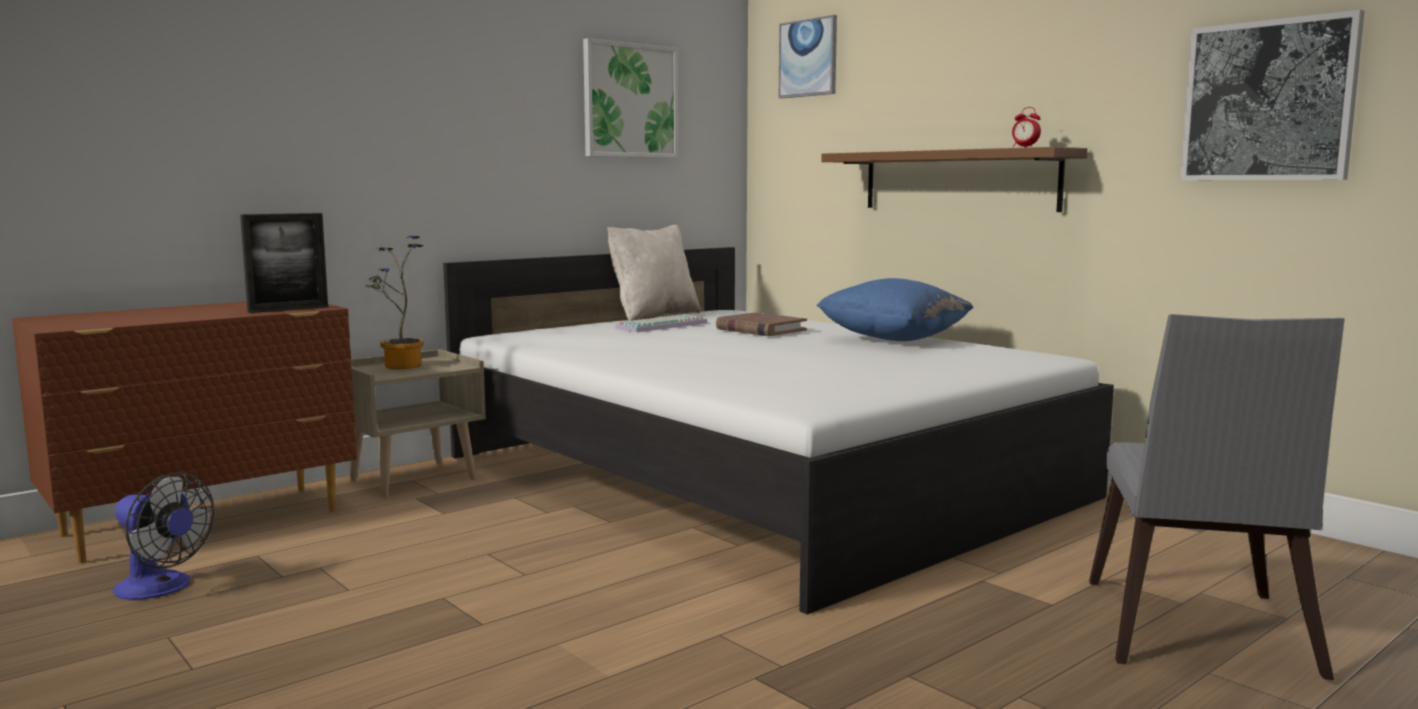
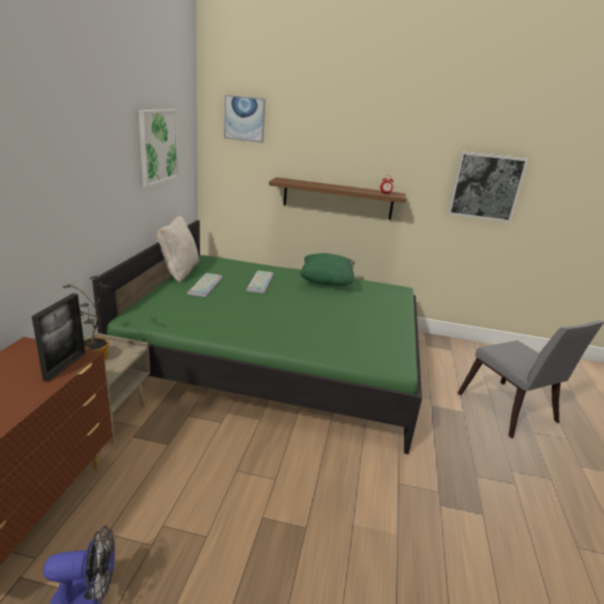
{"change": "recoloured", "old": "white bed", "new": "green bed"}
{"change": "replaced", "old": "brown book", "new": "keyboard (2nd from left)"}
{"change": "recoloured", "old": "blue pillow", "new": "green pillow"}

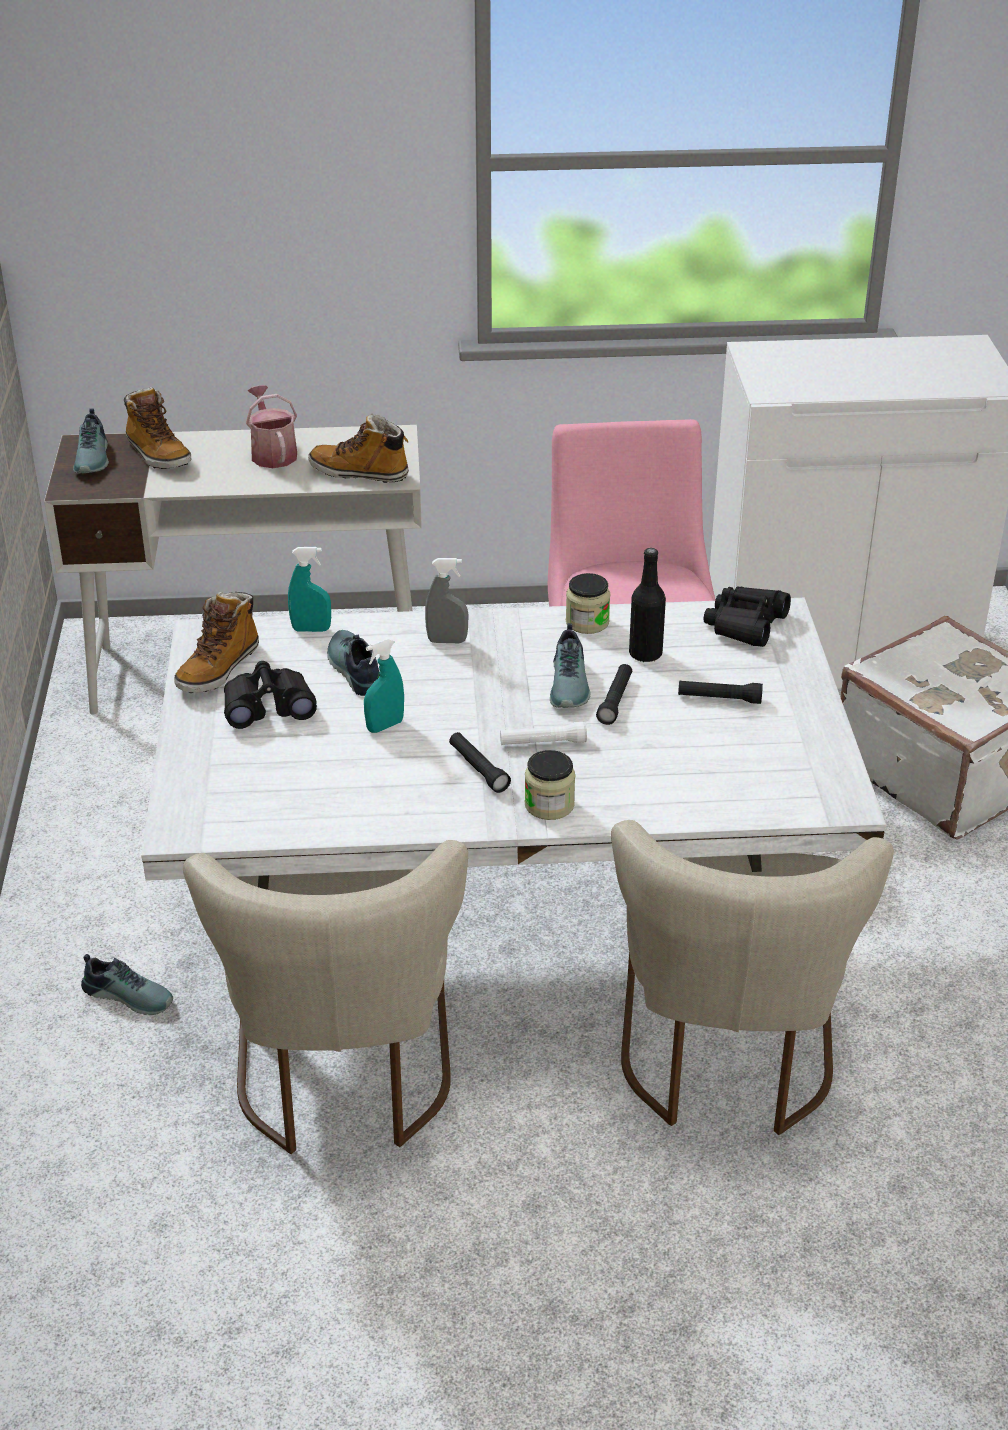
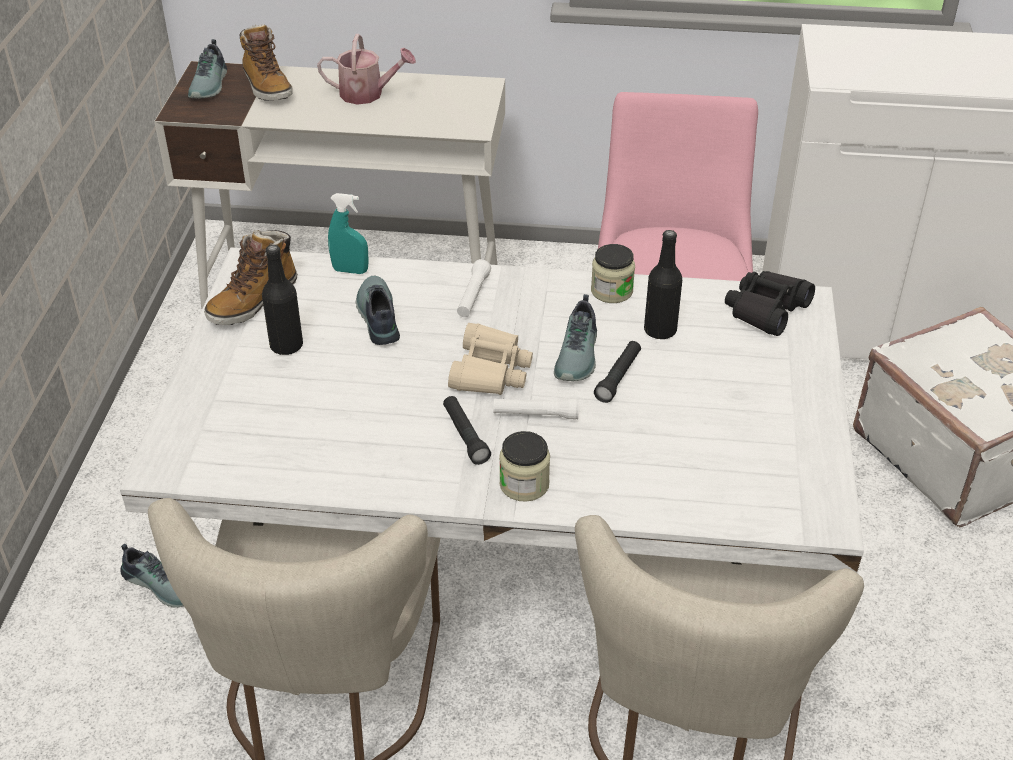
{"change": "replaced", "old": "black binoculars (1st from left)", "new": "black bottle (1st from left)"}
{"change": "turned", "old": "watering can", "degrees": 105}
{"change": "added", "new": "beige binoculars"}
{"change": "replaced", "old": "grey spray bottle", "new": "white flashlight (1st from left)"}
{"change": "removed", "old": "boot (3rd from left)"}
{"change": "removed", "old": "turquoise spray bottle (2nd from left)"}
{"change": "removed", "old": "black flashlight (3rd from left)"}

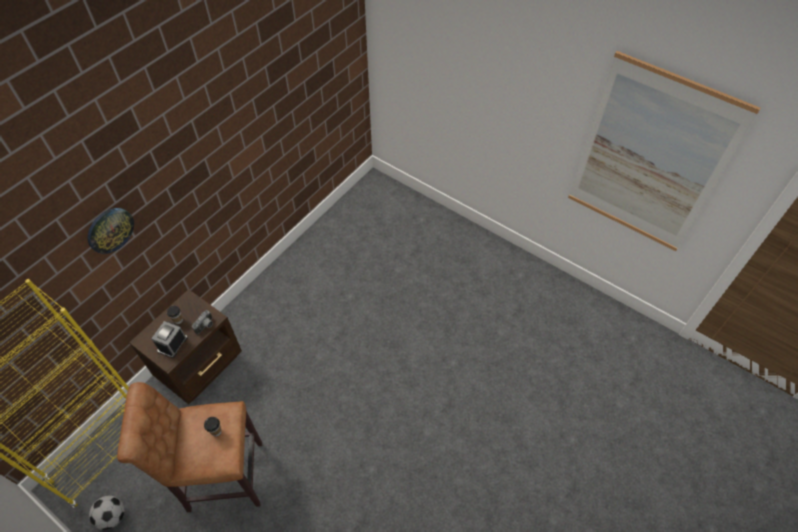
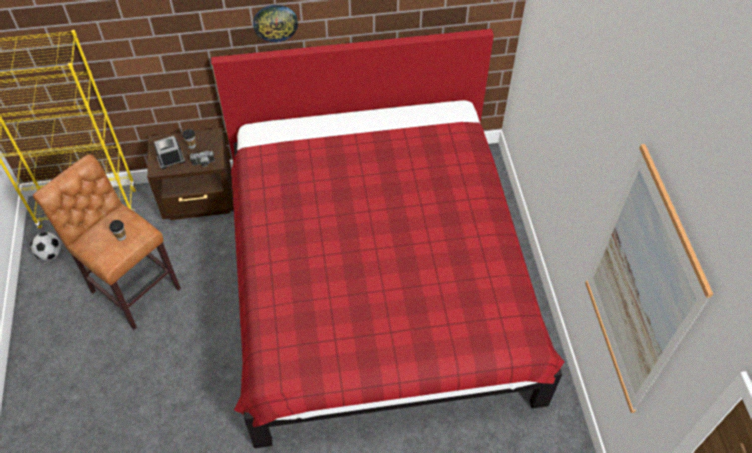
{"change": "added", "new": "red bed"}
{"change": "moved", "old": "wall clock"}

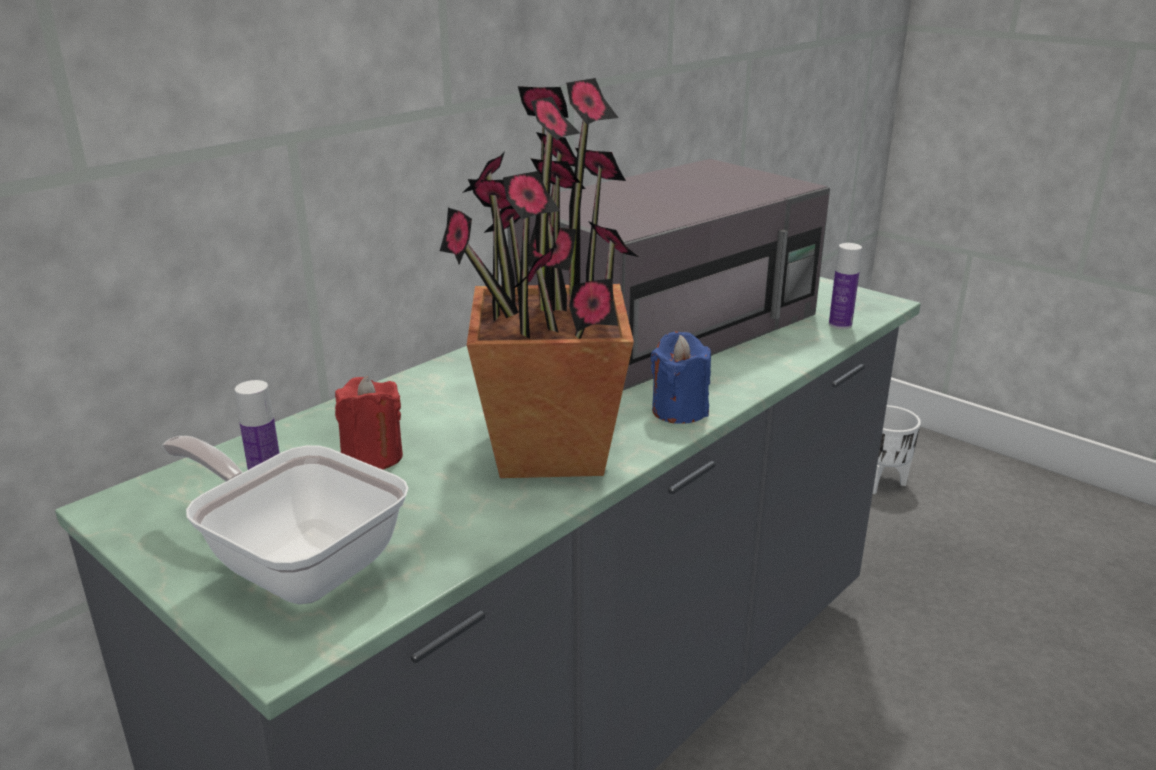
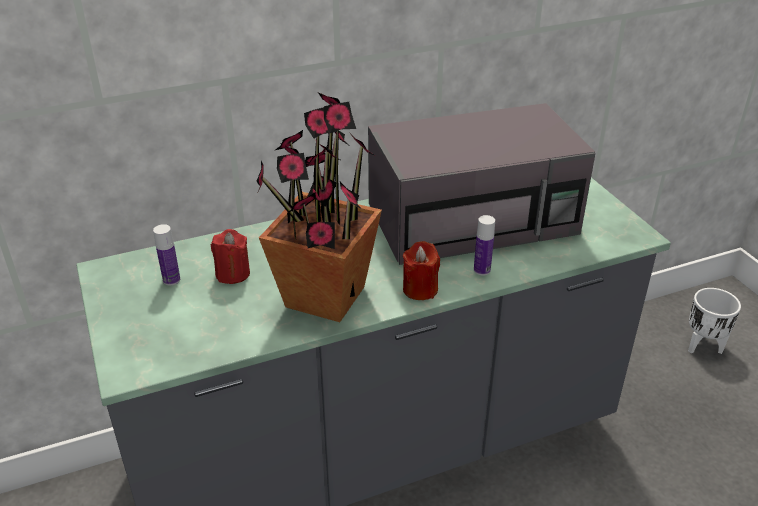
{"change": "recoloured", "old": "blue candle", "new": "red candle (2nd from left)"}
{"change": "moved", "old": "bottle (2nd from left)"}
{"change": "removed", "old": "frying pan"}

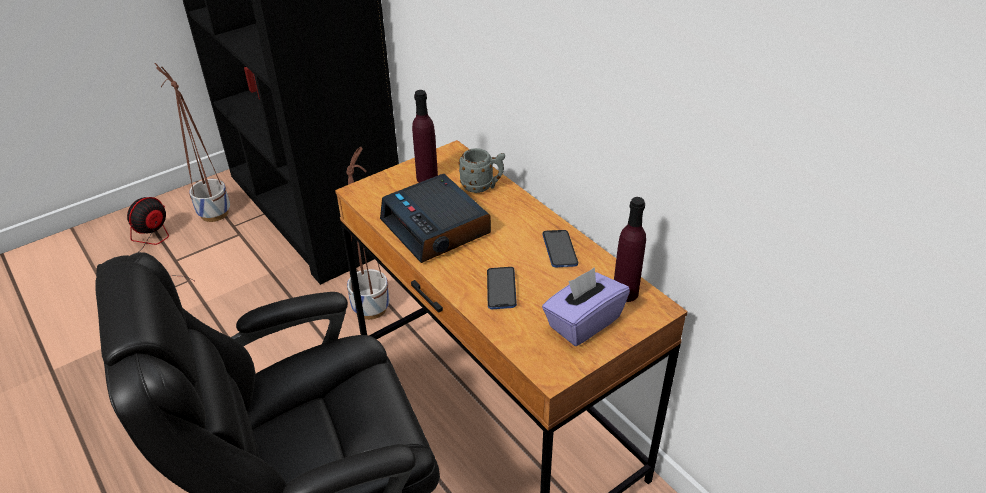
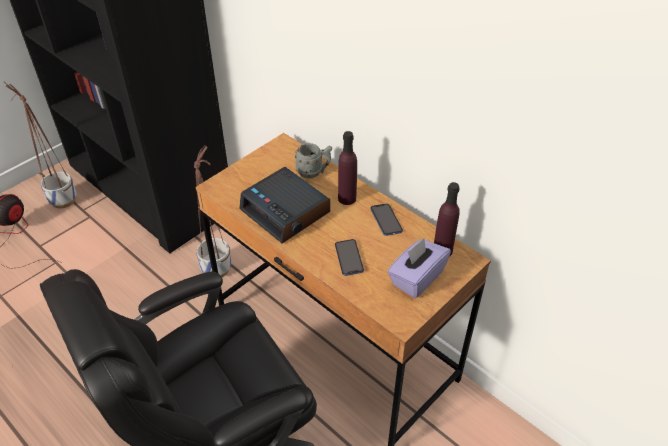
{"change": "moved", "old": "purple bottle (1st from left)"}

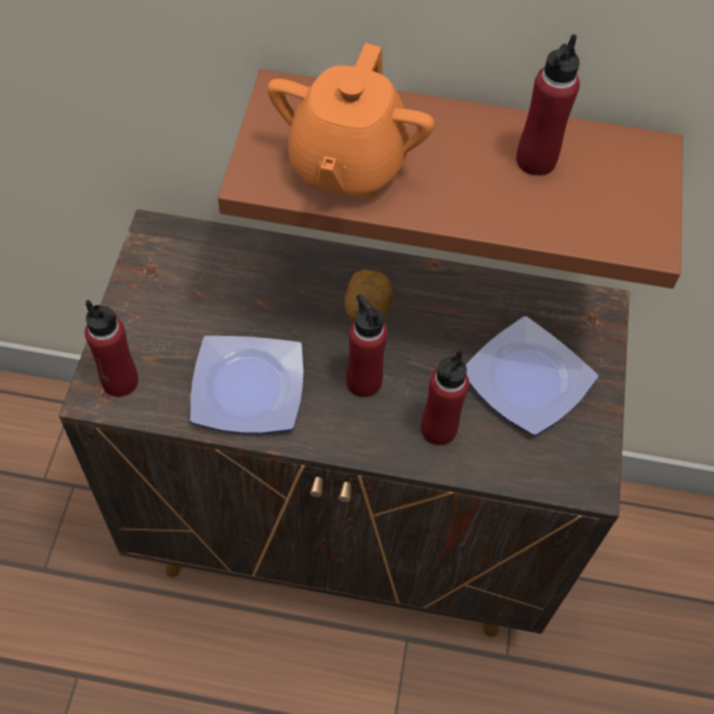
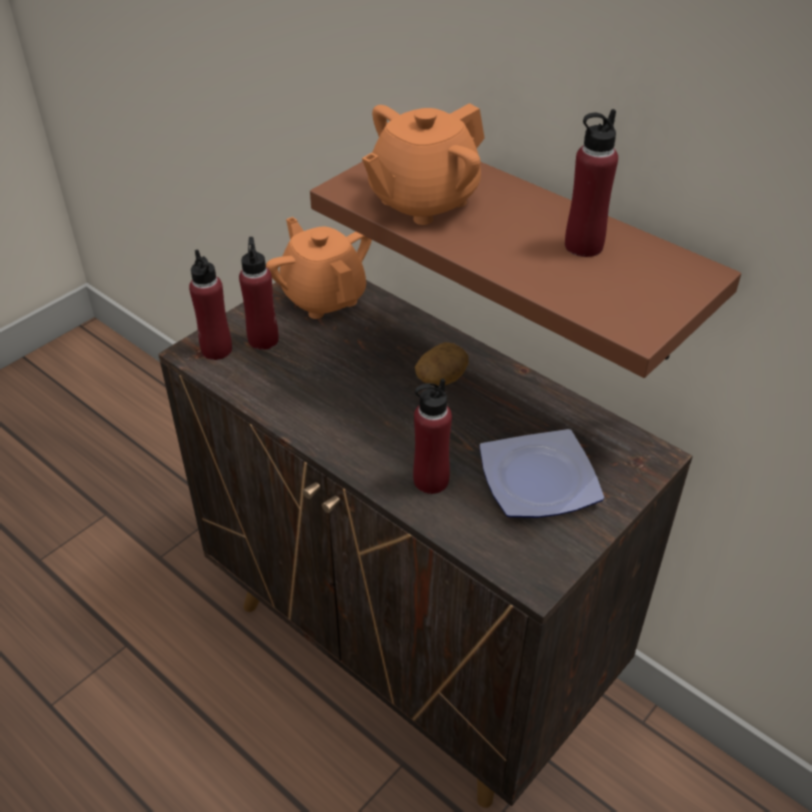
{"change": "moved", "old": "red bottle (2nd from left)"}
{"change": "added", "new": "orange teapot (1st from left)"}
{"change": "removed", "old": "plate (1st from left)"}

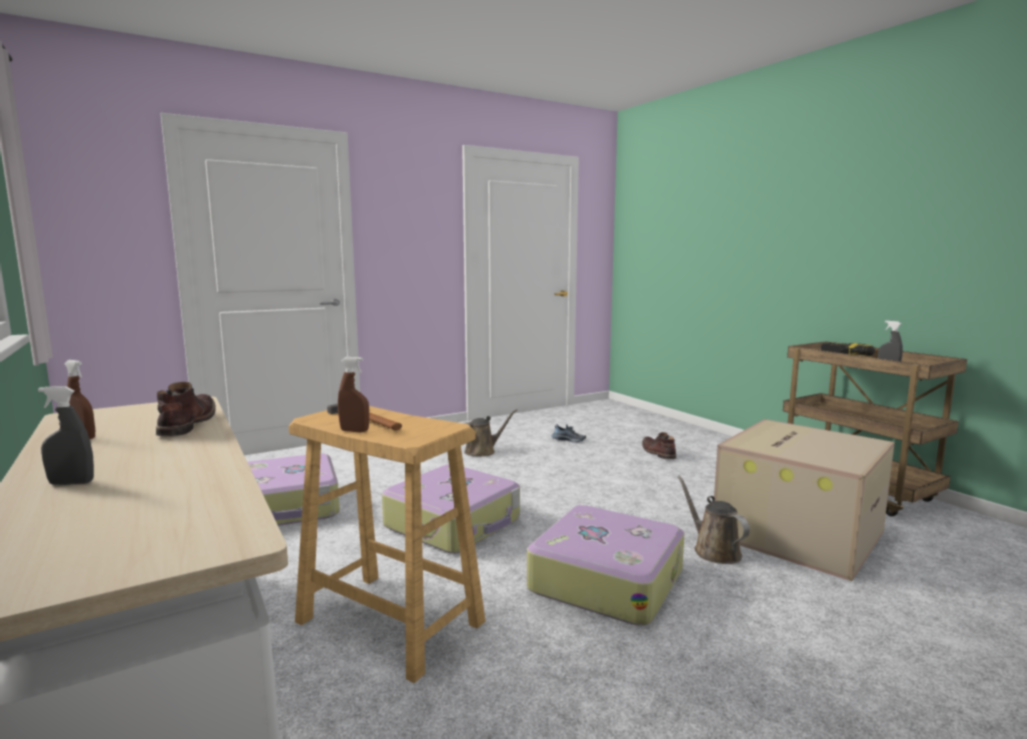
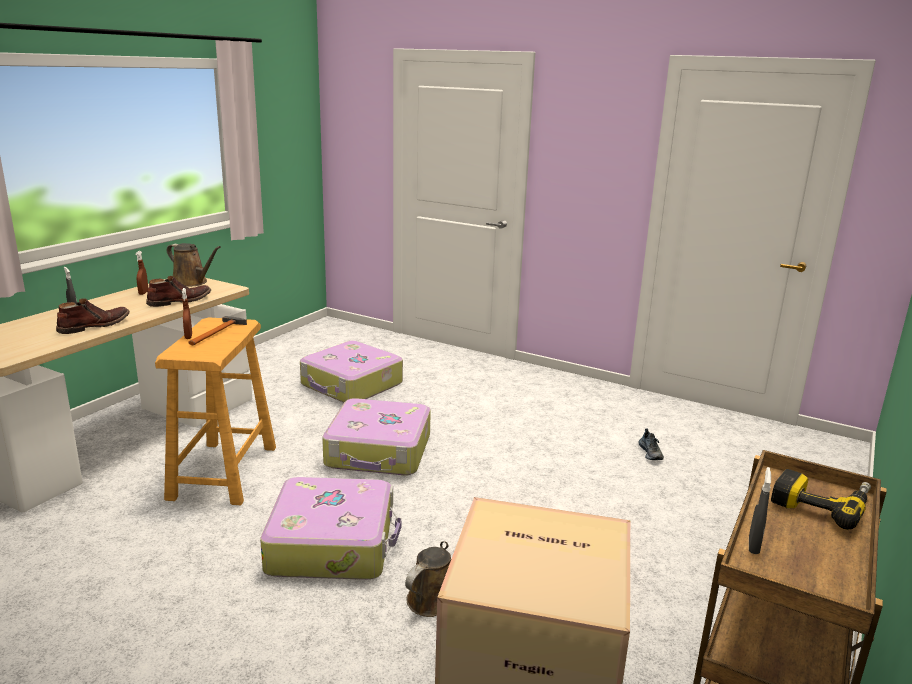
{"change": "moved", "old": "brown boot (2nd from left in the first image)", "new": "brown boot (1st from left)"}
{"change": "moved", "old": "brown watering can (1st from left)"}

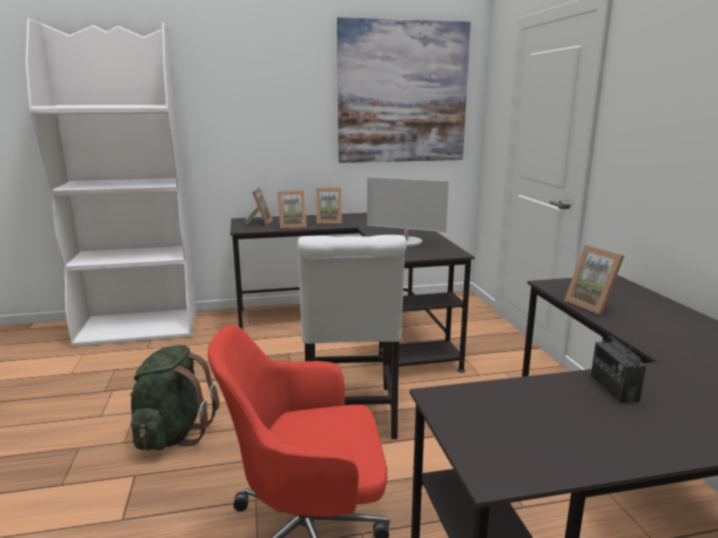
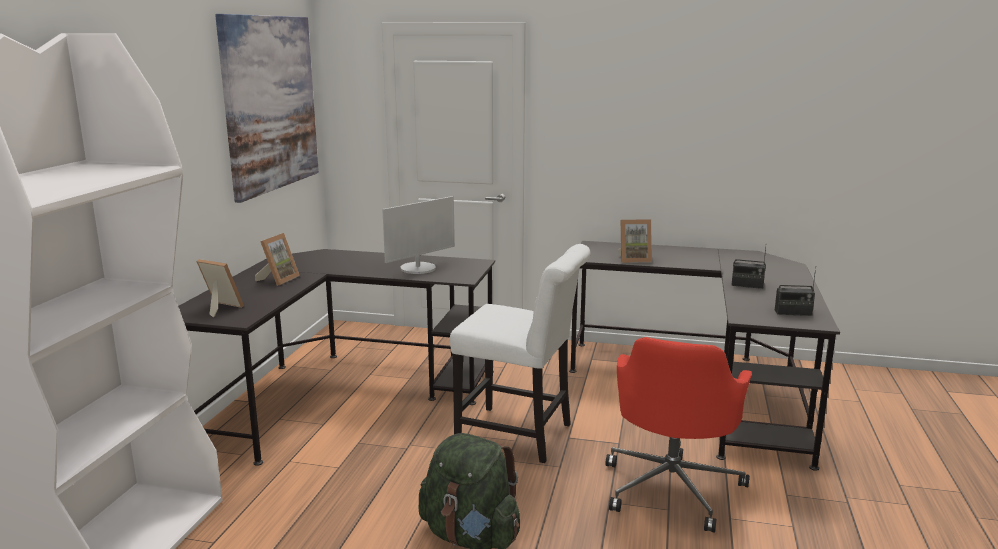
{"change": "added", "new": "radio (2nd from left)"}
{"change": "removed", "old": "picture frame (2nd from left)"}

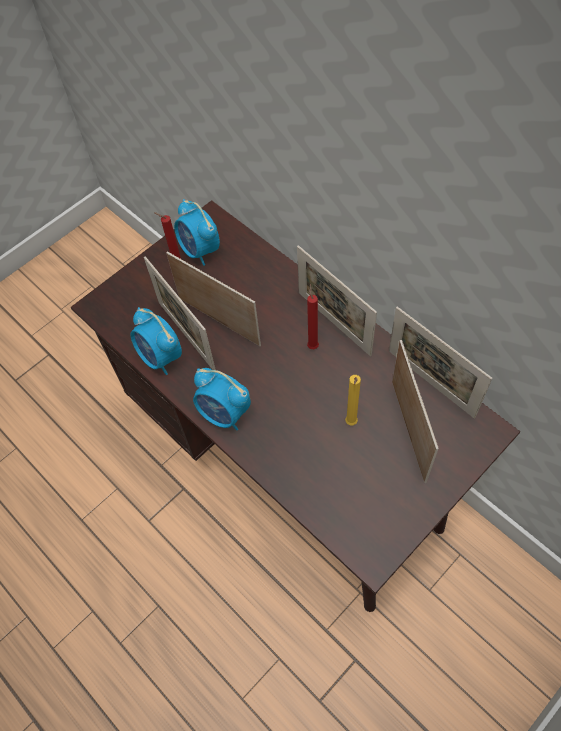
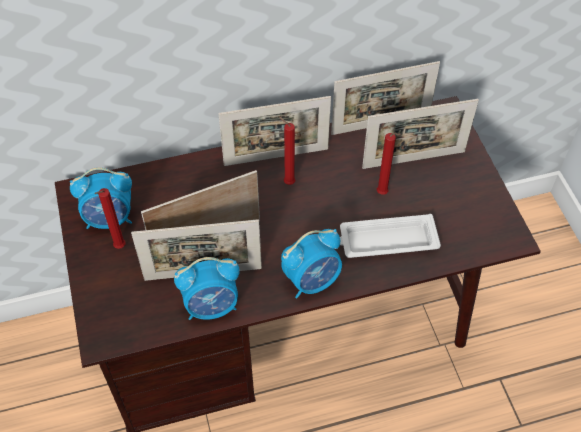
{"change": "added", "new": "white tray"}
{"change": "turned", "old": "picture frame (4th from left in the first image)", "degrees": 150}
{"change": "recoloured", "old": "yellow candle", "new": "red candle (3rd from left)"}

